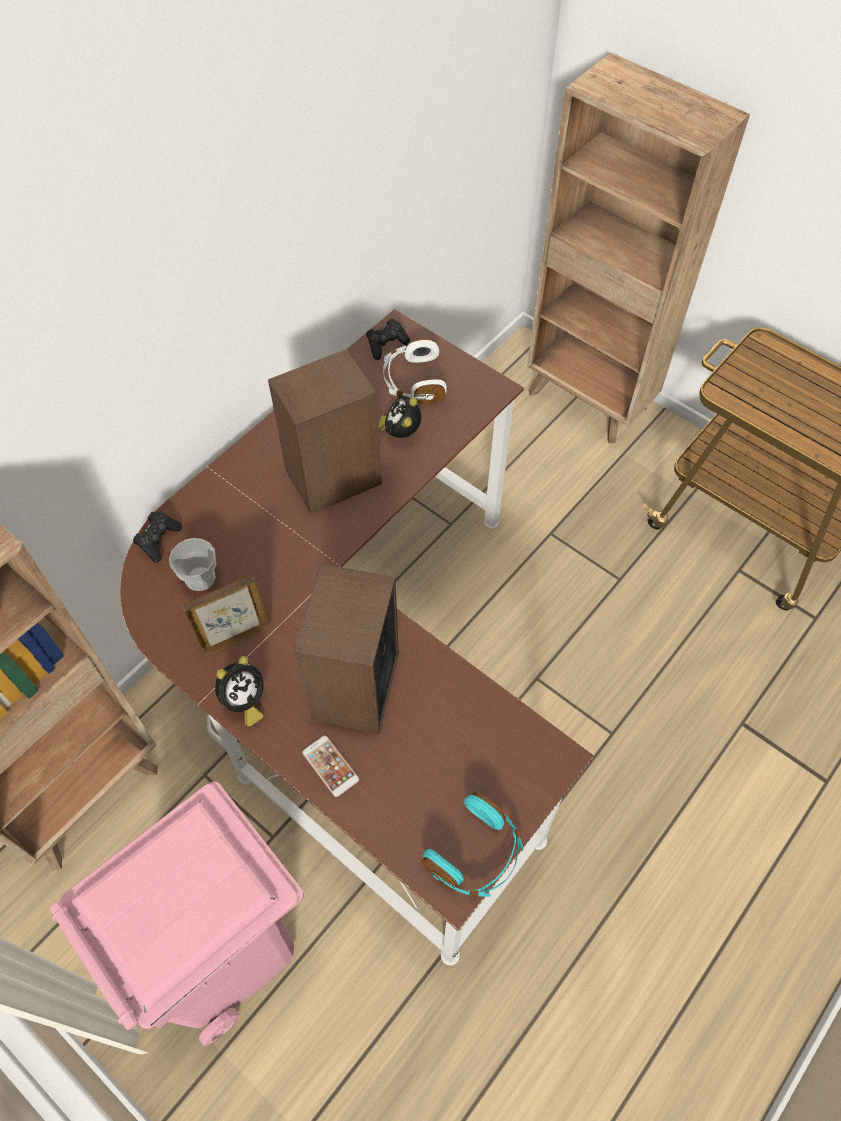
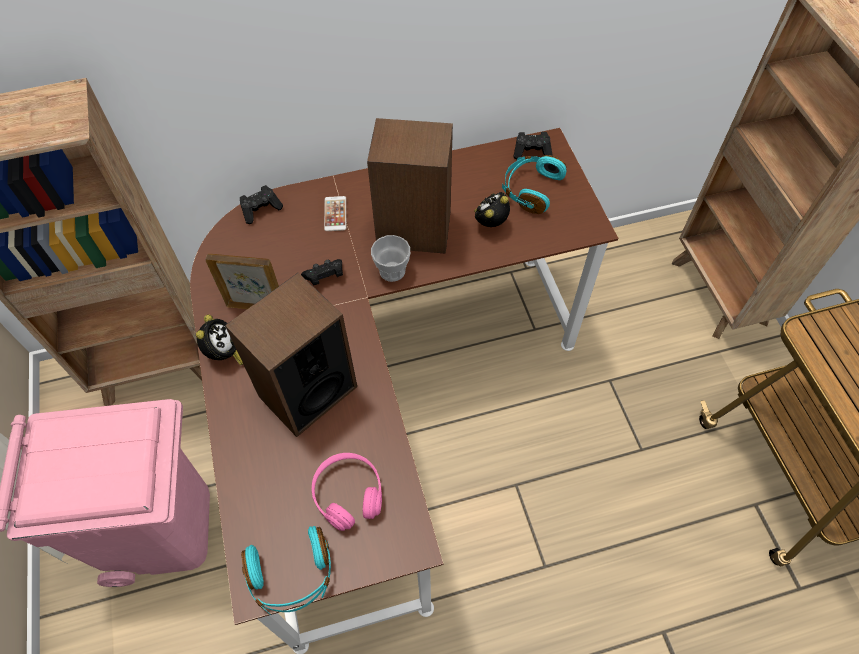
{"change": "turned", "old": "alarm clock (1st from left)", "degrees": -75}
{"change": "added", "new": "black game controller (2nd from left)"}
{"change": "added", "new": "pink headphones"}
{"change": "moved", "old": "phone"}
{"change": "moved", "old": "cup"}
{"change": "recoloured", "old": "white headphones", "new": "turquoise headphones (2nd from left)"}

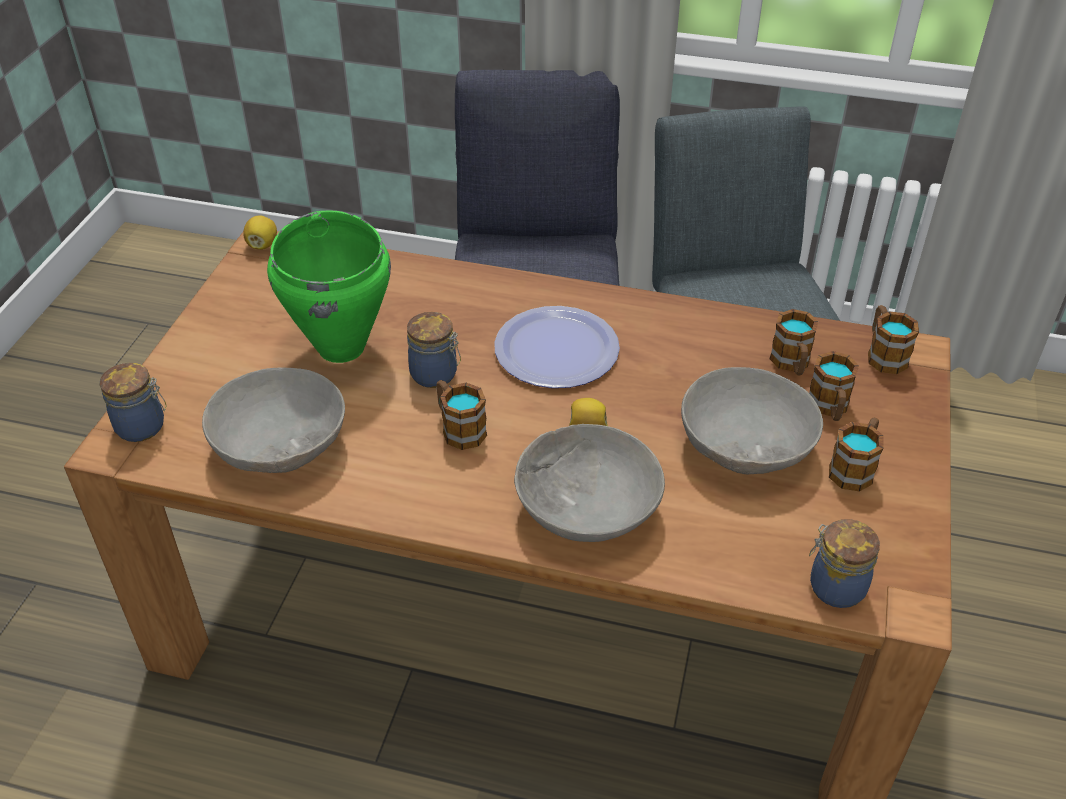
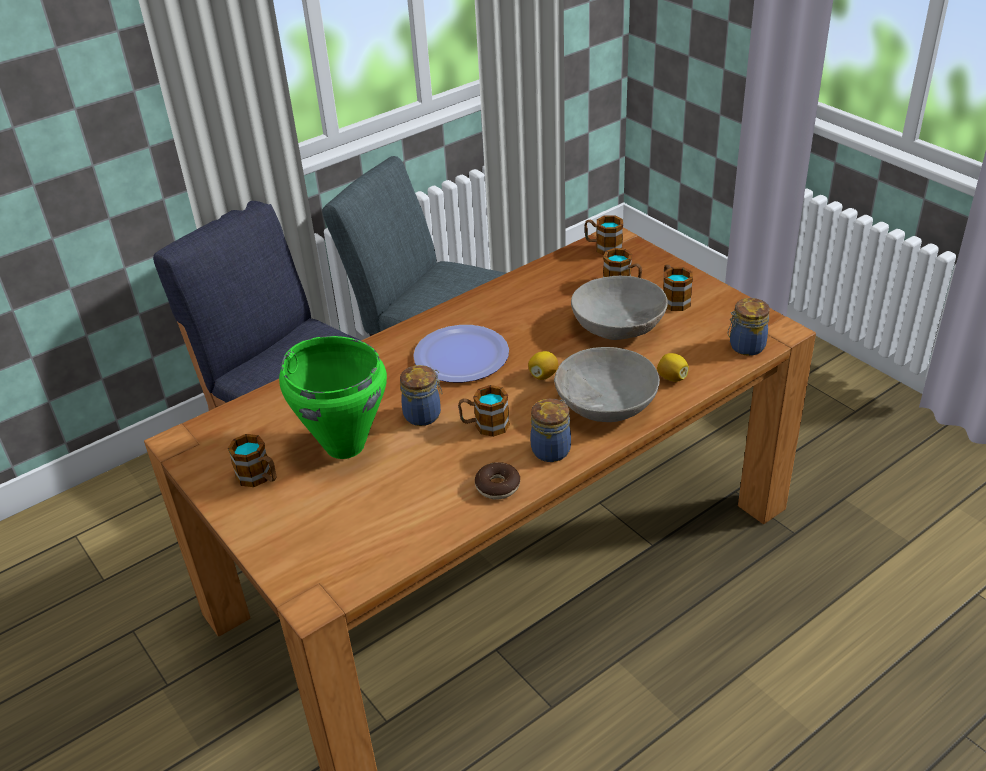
{"change": "moved", "old": "mug (2nd from left in the first image)", "new": "mug (1st from left)"}
{"change": "added", "new": "donut"}
{"change": "moved", "old": "jar (1st from left in the first image)", "new": "jar (2nd from left)"}
{"change": "moved", "old": "lemon (1st from left in the first image)", "new": "lemon (2nd from left)"}
{"change": "removed", "old": "grey bowl (1st from left)"}

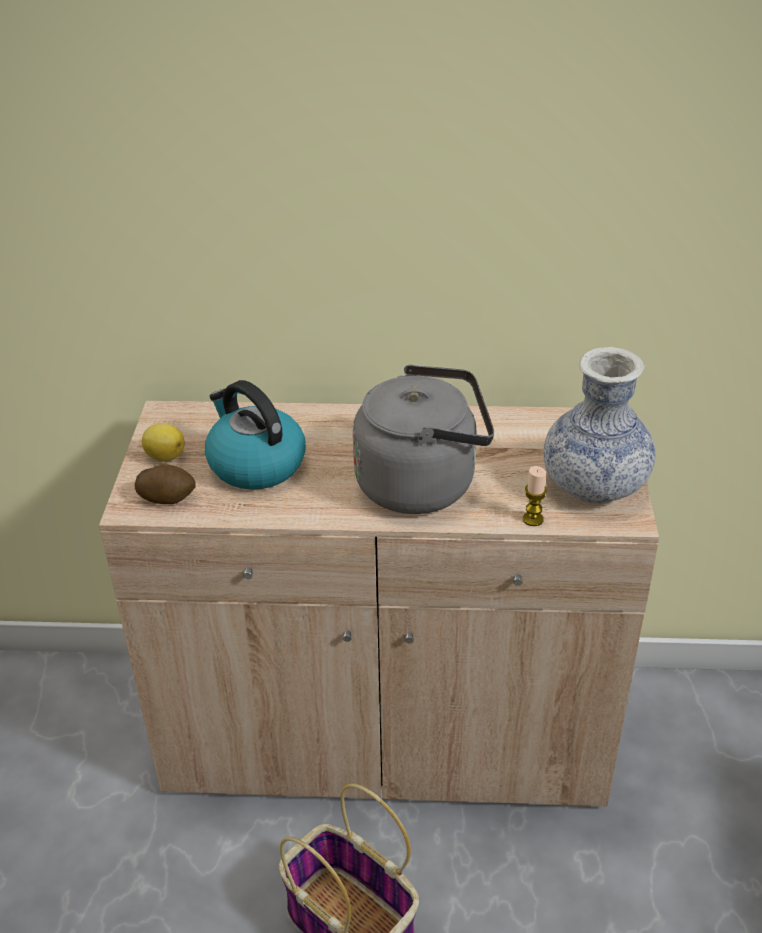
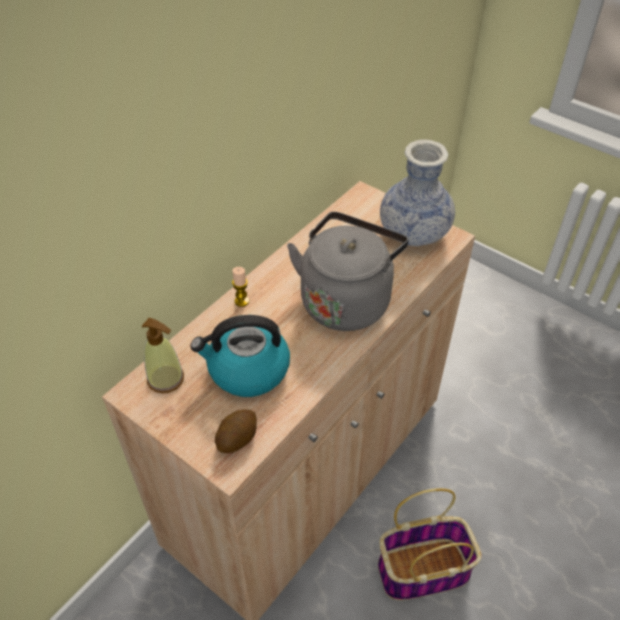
{"change": "added", "new": "soap dispenser"}
{"change": "moved", "old": "candle"}
{"change": "removed", "old": "lemon"}

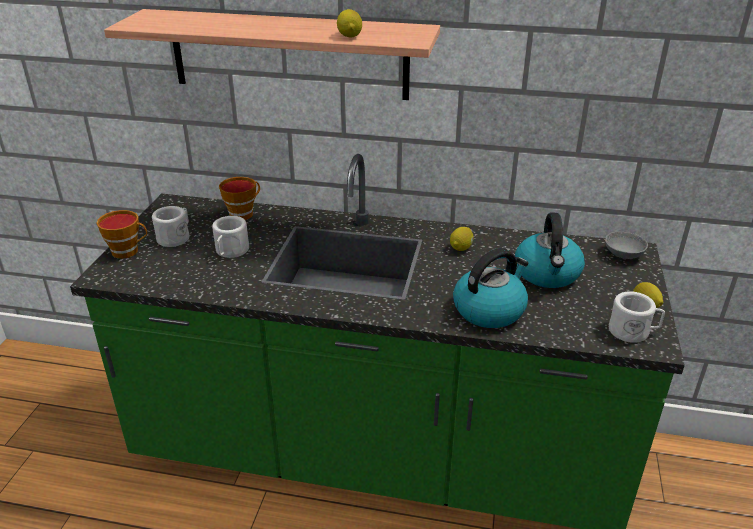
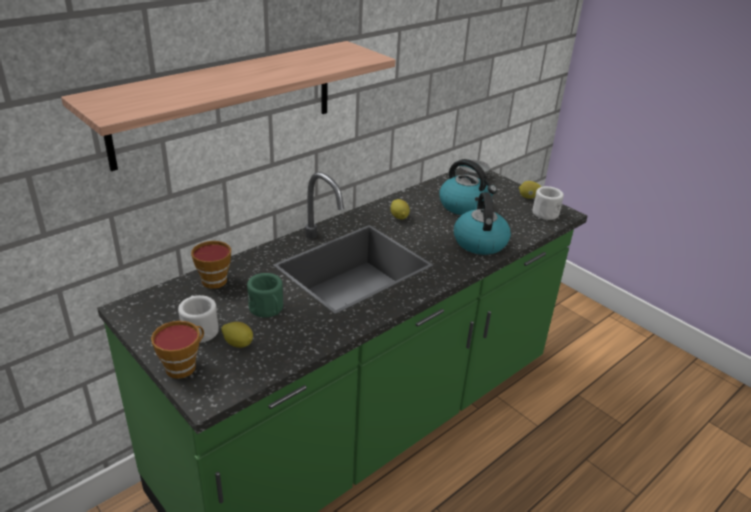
{"change": "moved", "old": "lemon (1st from left)"}
{"change": "recoloured", "old": "white mug (2nd from left)", "new": "green mug"}

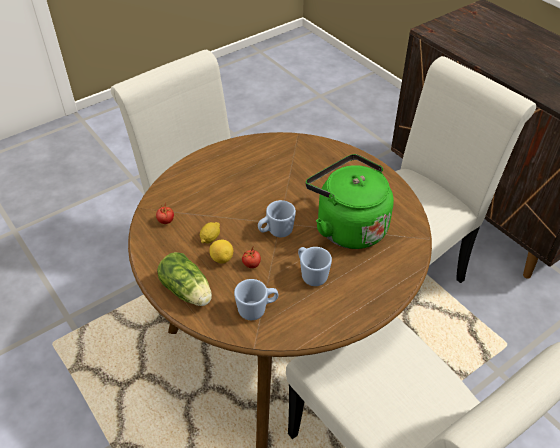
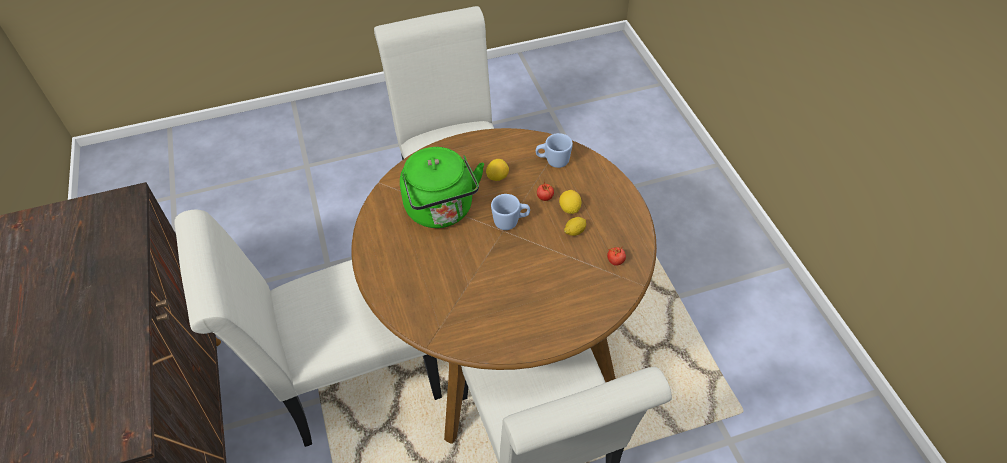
{"change": "replaced", "old": "blue mug (3rd from left)", "new": "lemon (1st from left)"}
{"change": "removed", "old": "lettuce"}

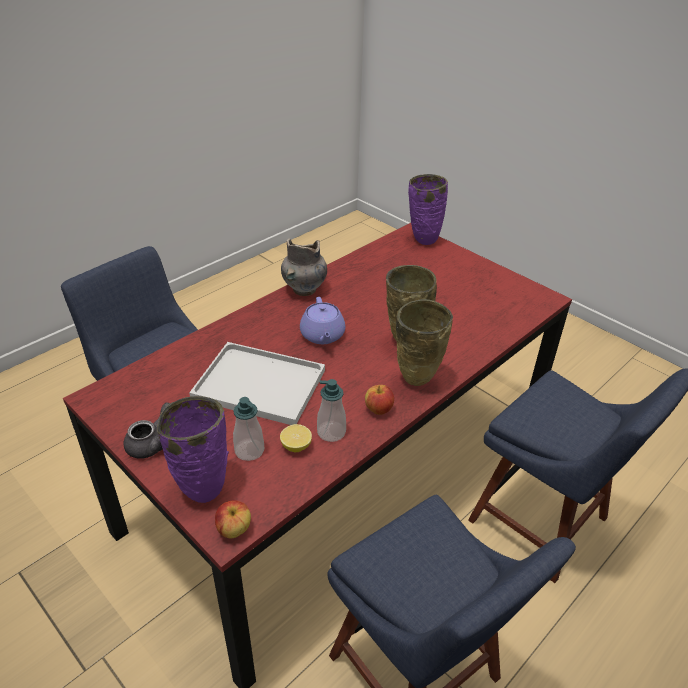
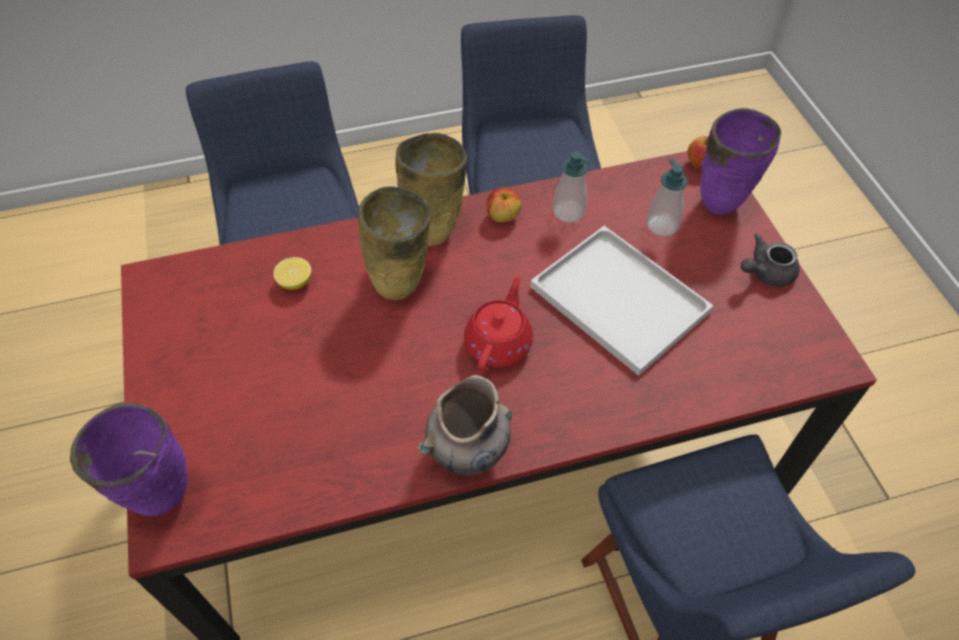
{"change": "moved", "old": "lemon"}
{"change": "recoloured", "old": "purple teapot", "new": "red teapot"}

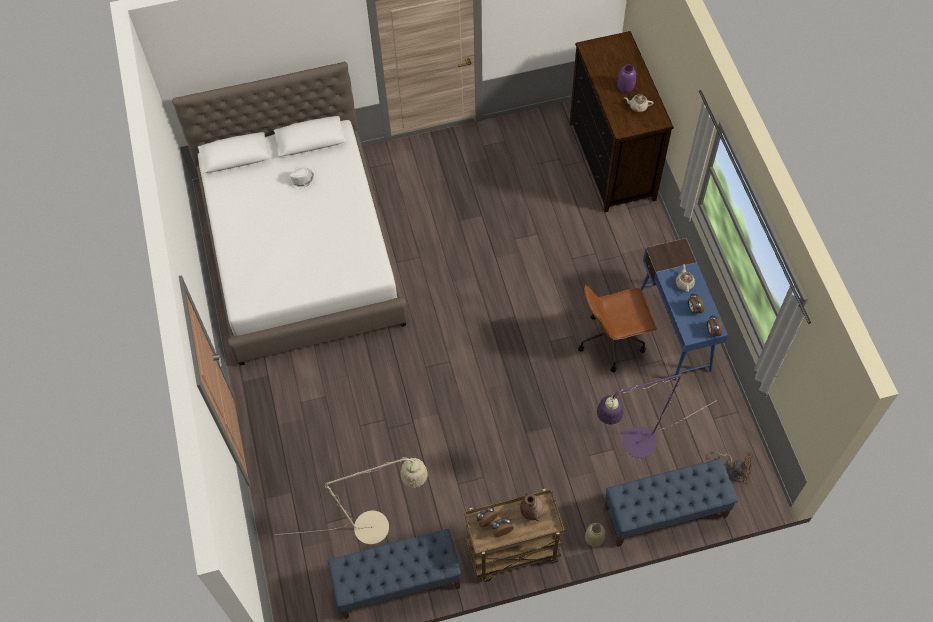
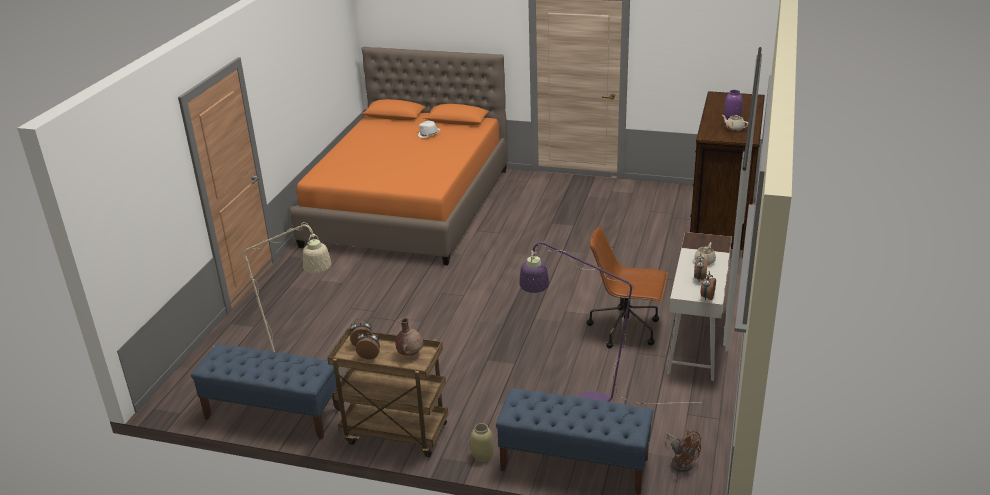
{"change": "recoloured", "old": "white bed", "new": "orange bed"}
{"change": "recoloured", "old": "blue desk", "new": "white desk"}

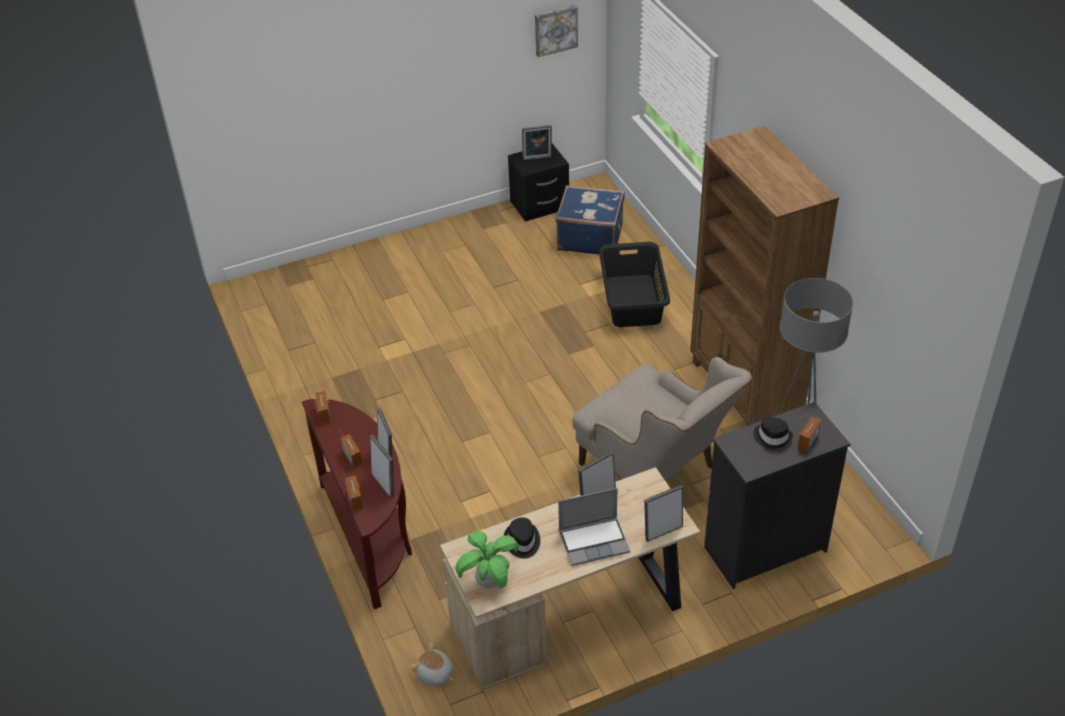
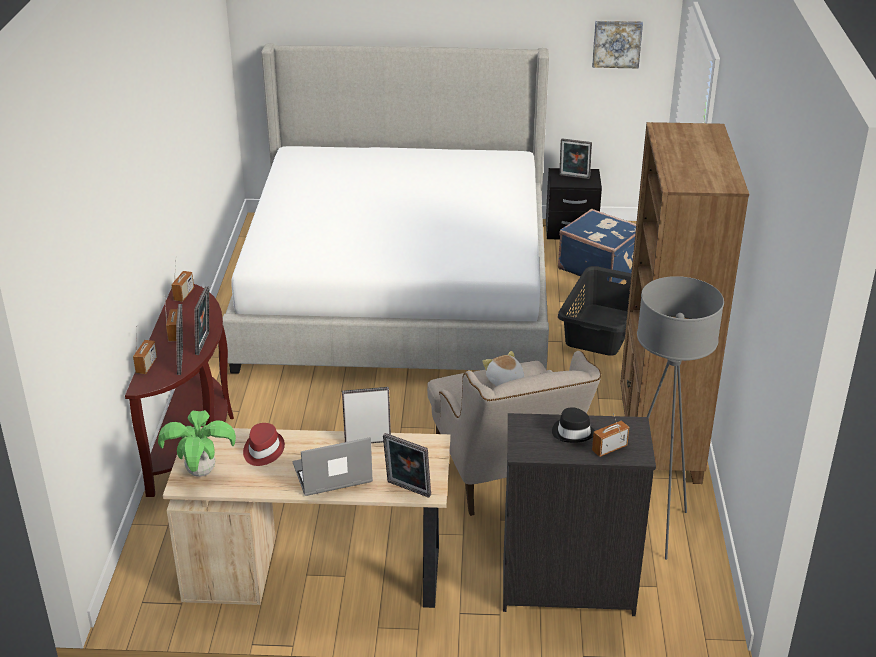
{"change": "added", "new": "bed"}
{"change": "recoloured", "old": "black hat (1st from left)", "new": "red hat"}
{"change": "turned", "old": "laptop", "degrees": 150}
{"change": "turned", "old": "picture frame (5th from left in the first image)", "degrees": -150}
{"change": "moved", "old": "plush toy"}

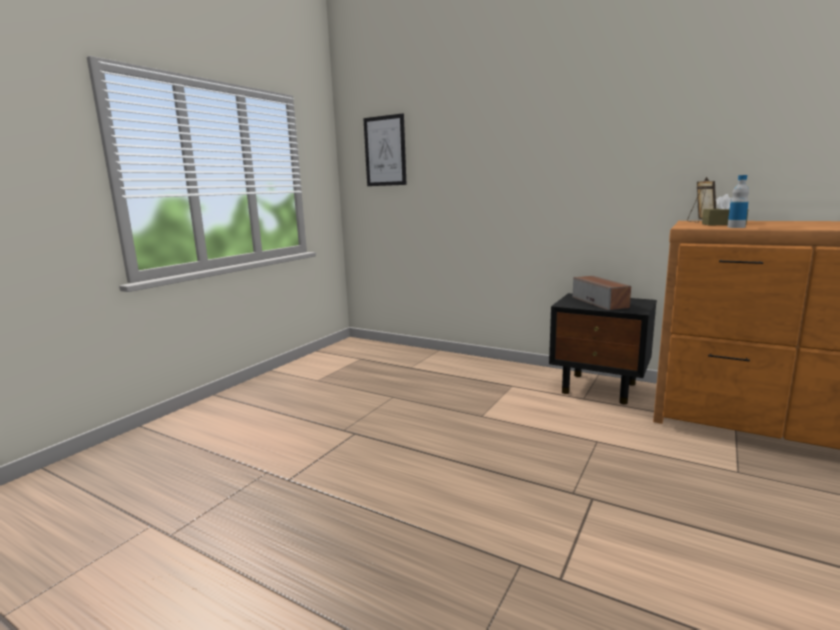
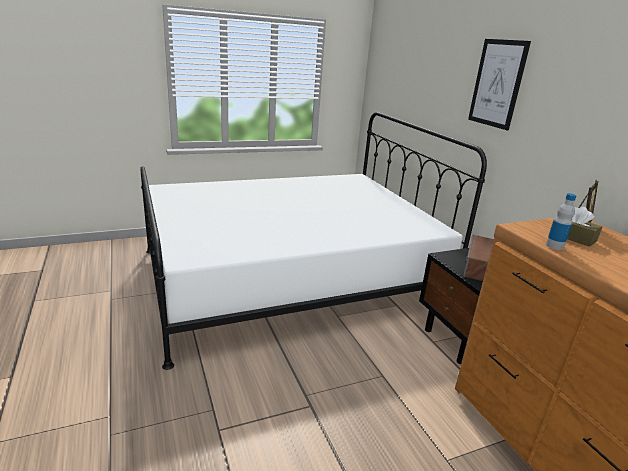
{"change": "added", "new": "white bed"}
{"change": "moved", "old": "picture"}

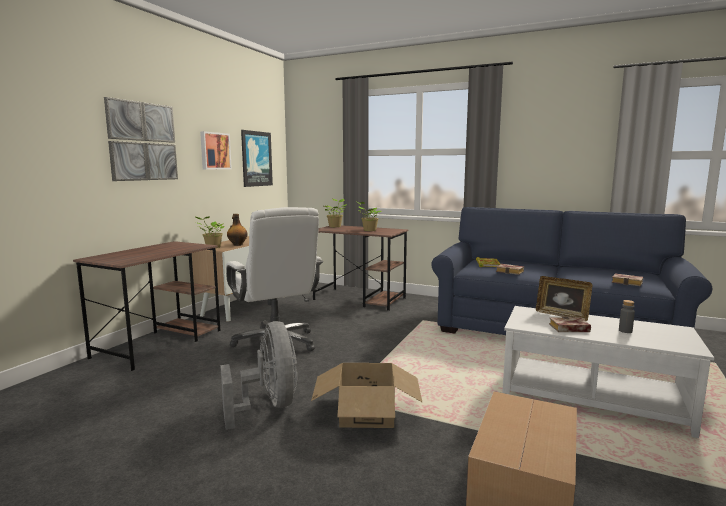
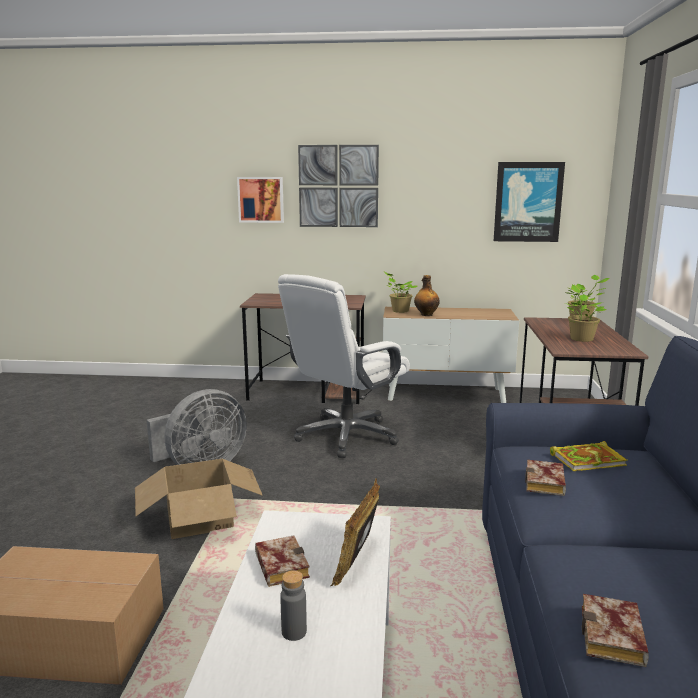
{"change": "moved", "old": "picture (2nd from left in the first image)", "new": "picture (1st from left)"}

